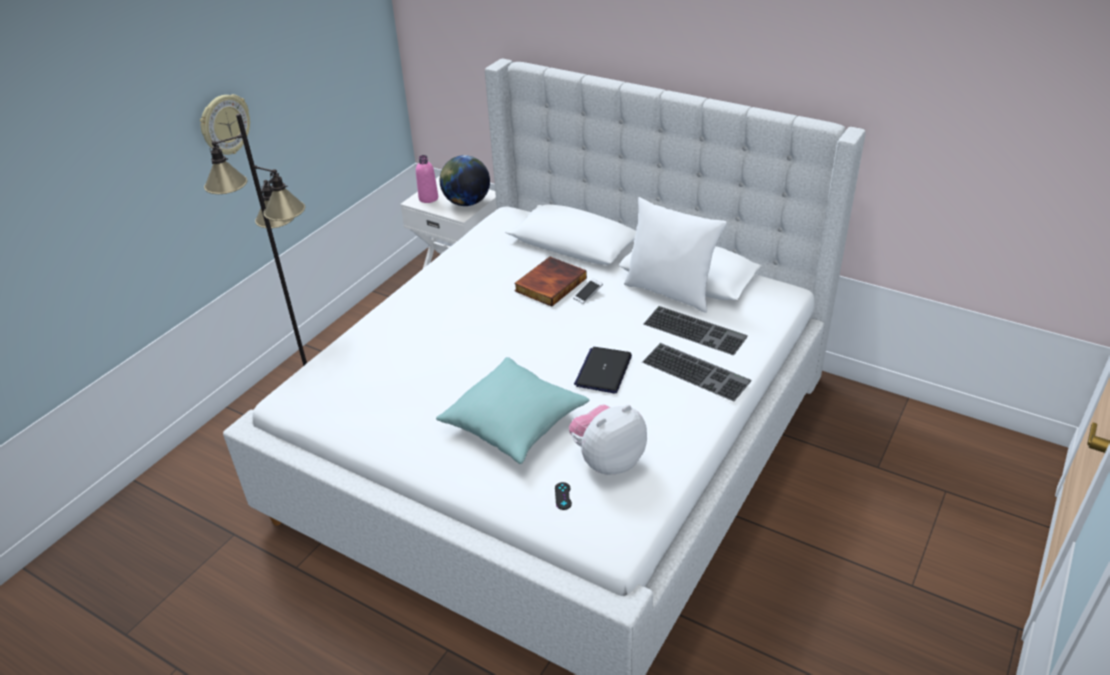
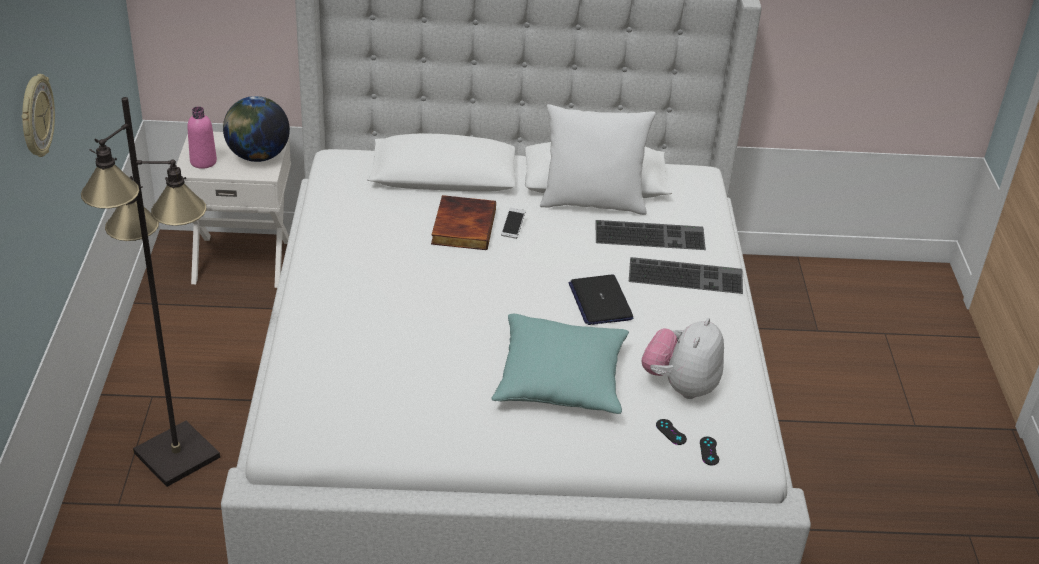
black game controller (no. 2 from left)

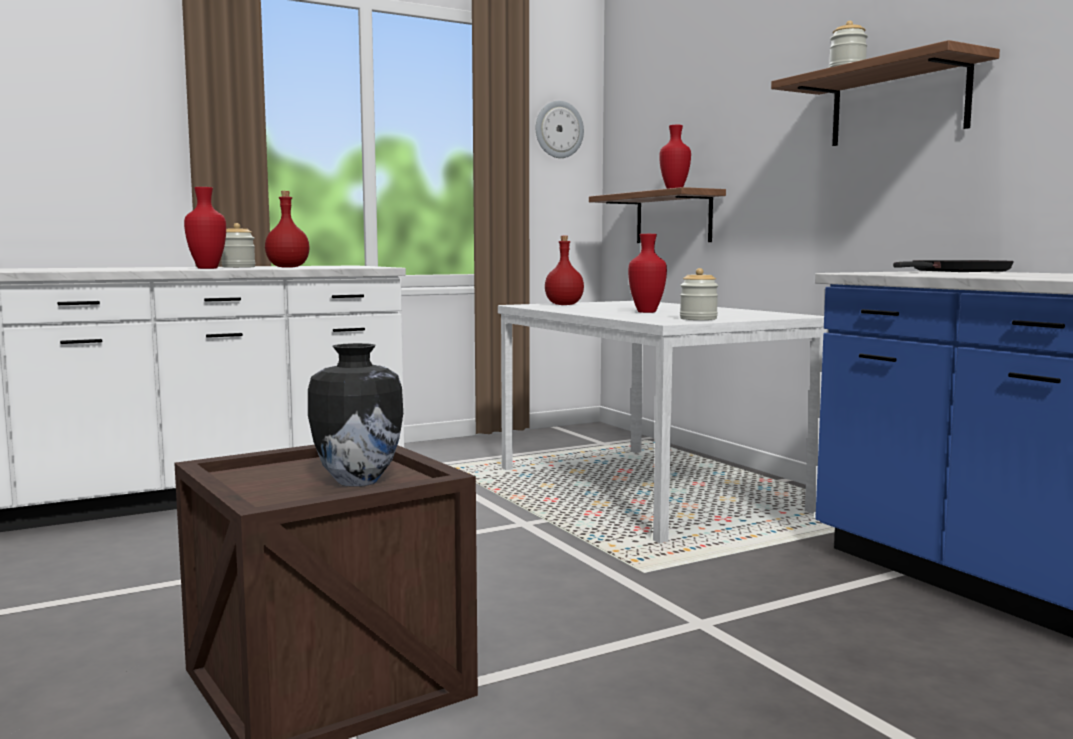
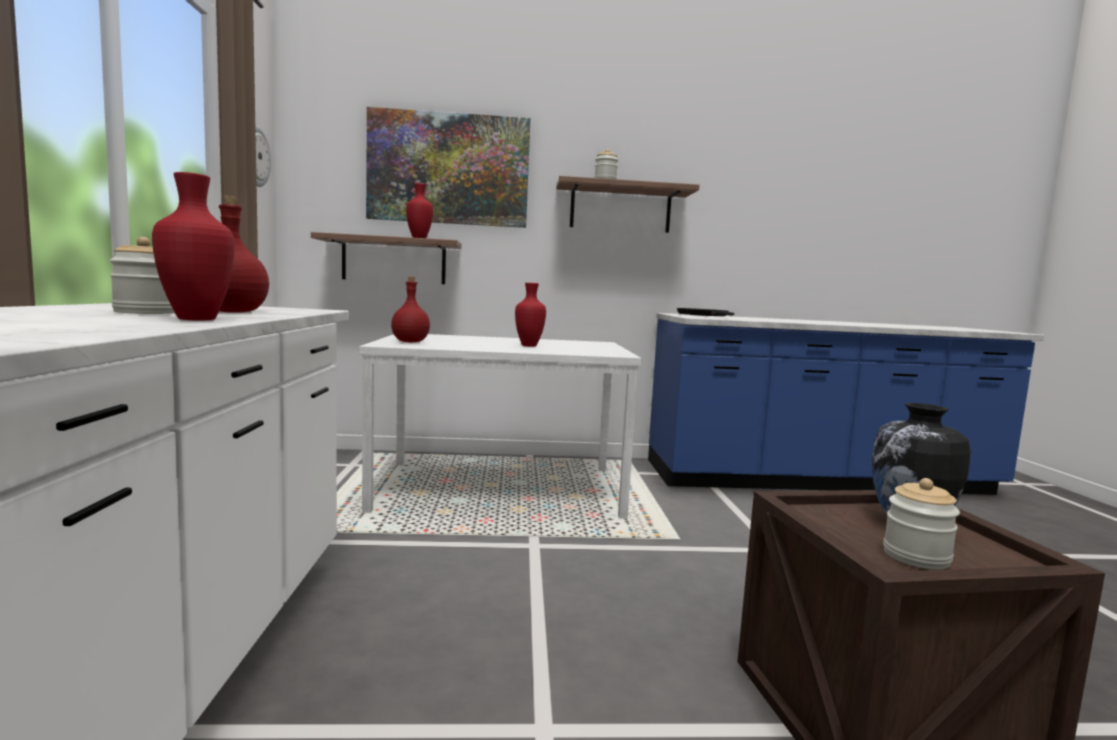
jar (no. 3 from left)
picture

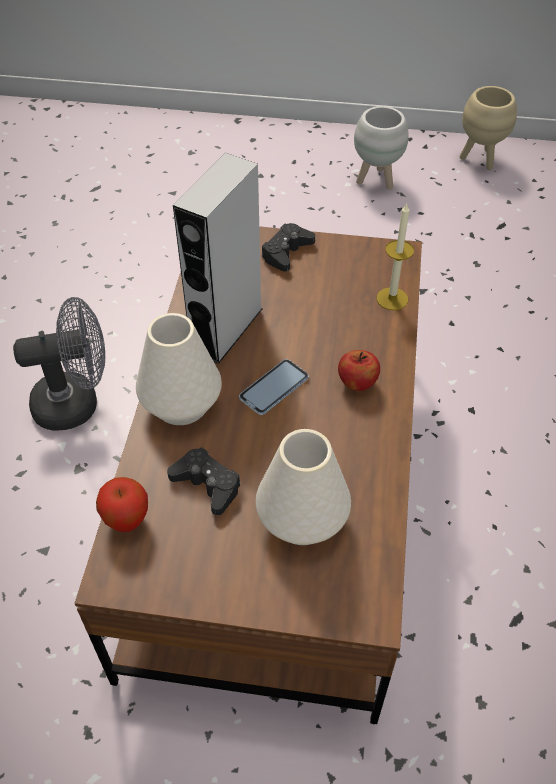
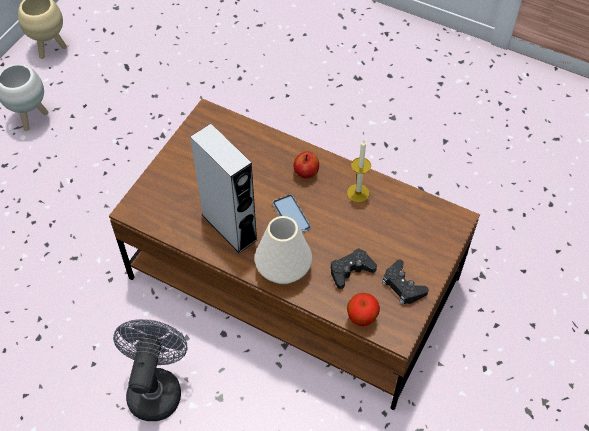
candle
black game controller (no. 2 from left)
white vase (no. 2 from left in the first image)

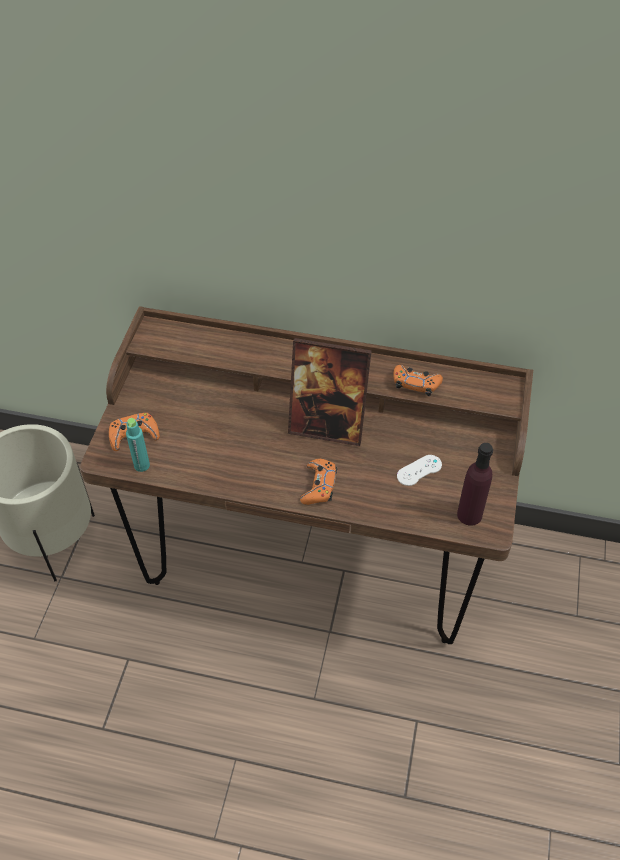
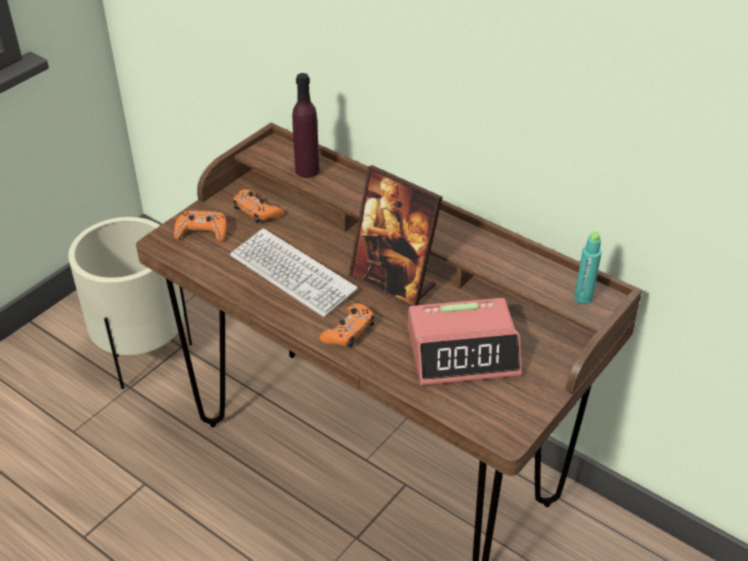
orange game controller (no. 2 from left)
turquoise bottle
purple bottle
alarm clock
keyboard

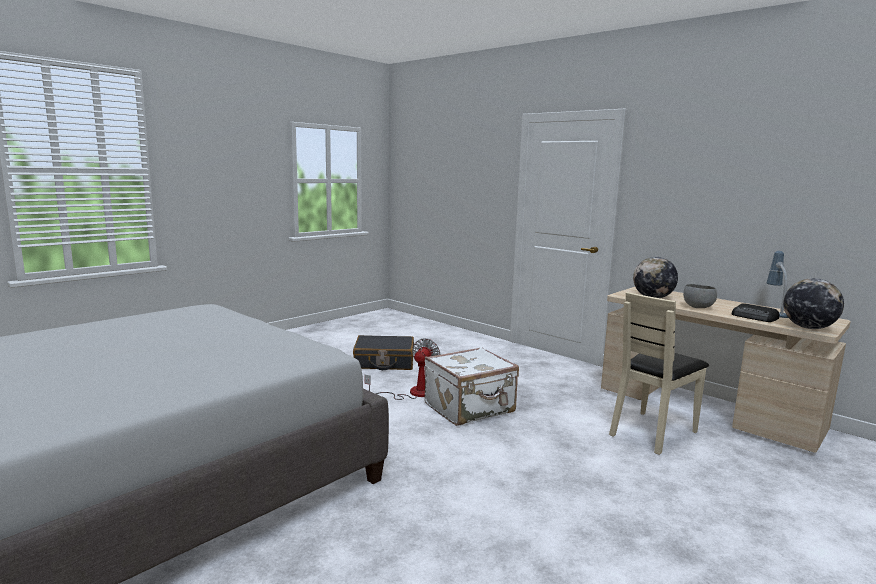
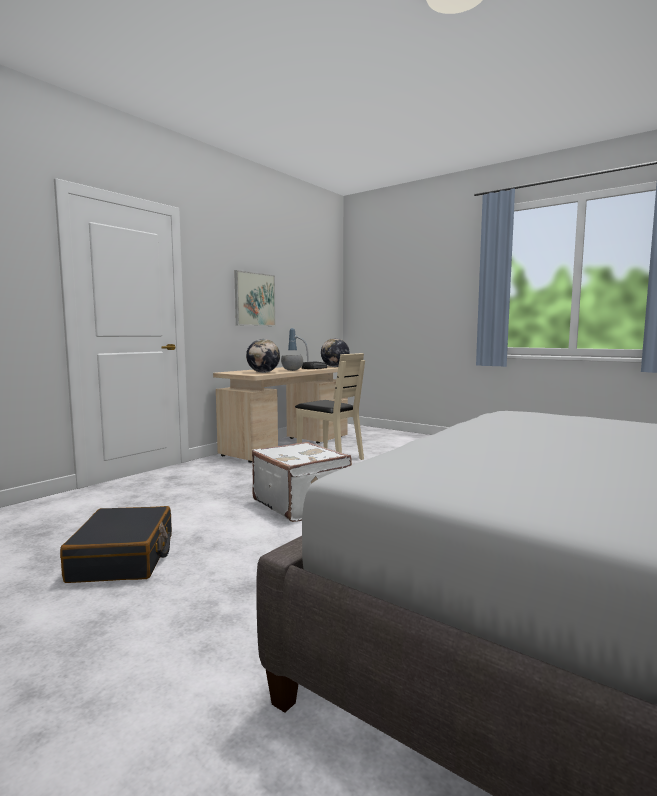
fan
picture

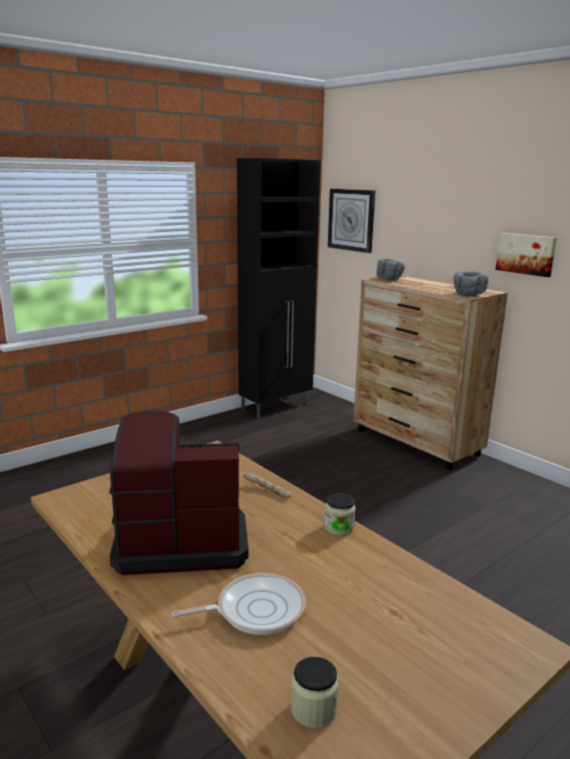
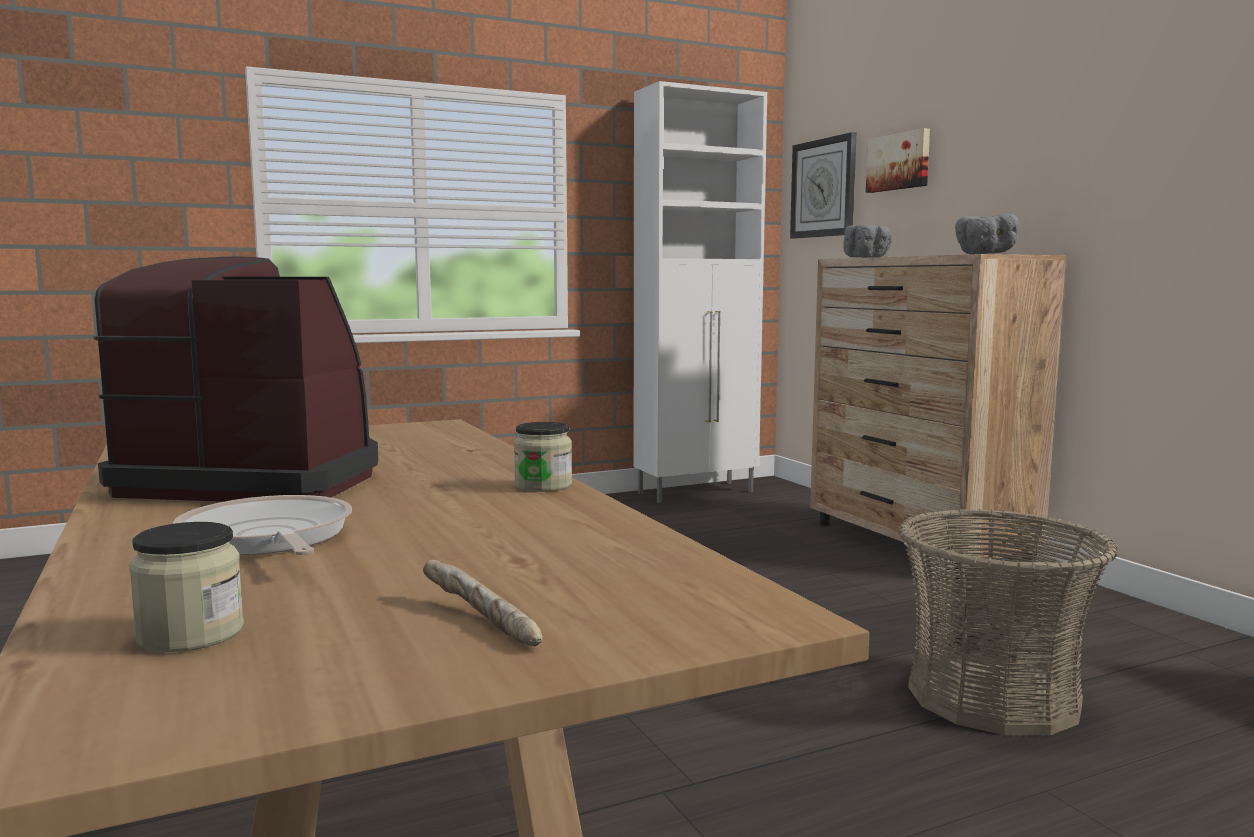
white cabinet
picture
bread
frying pan
basket

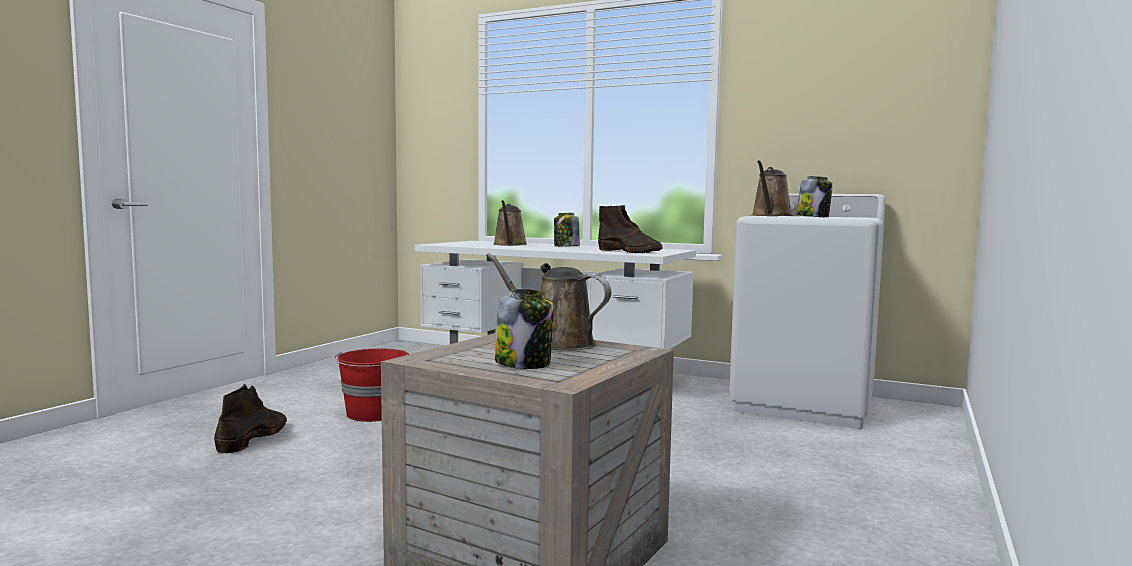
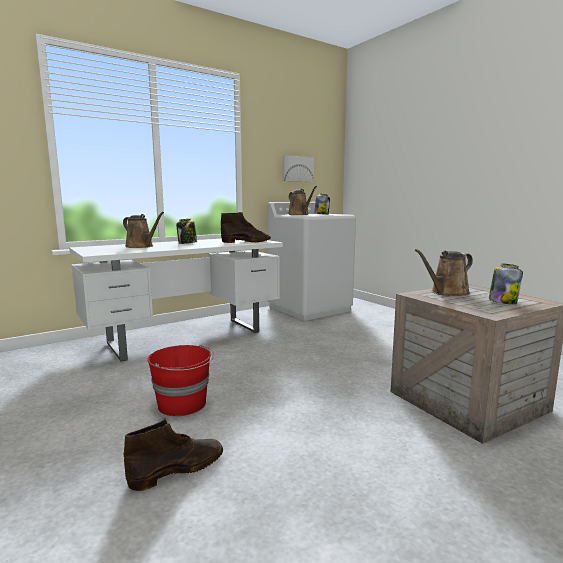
brown boot (no. 1 from left)
picture

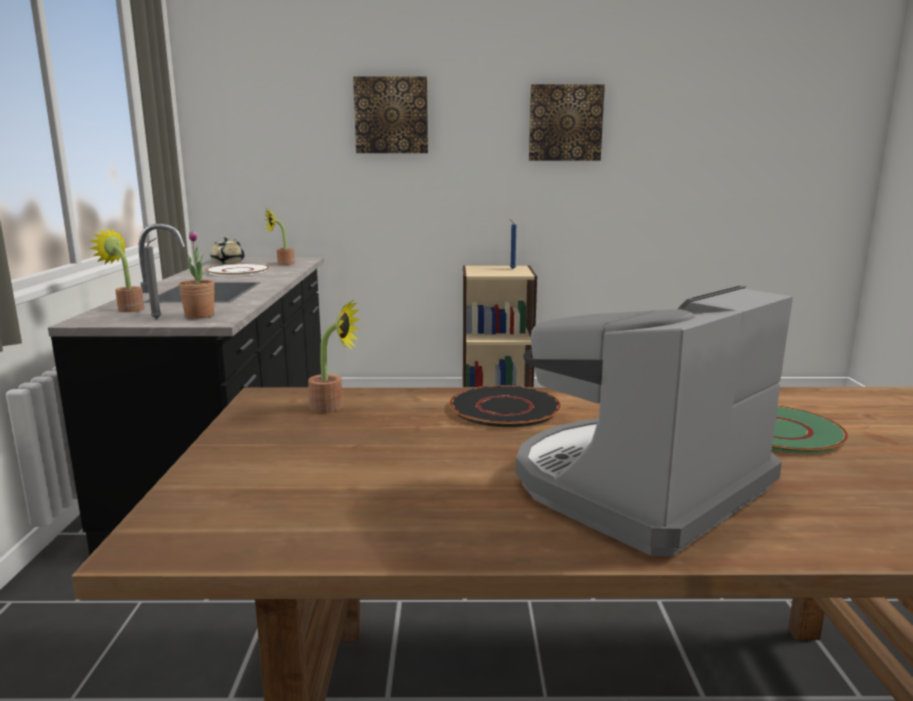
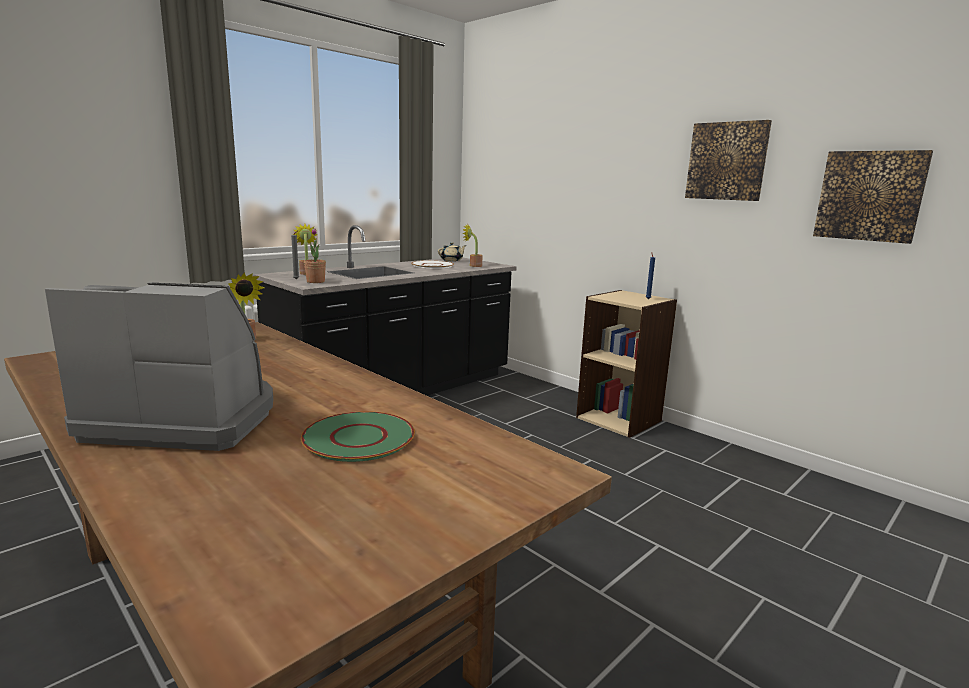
picture (no. 2 from left)
black plate

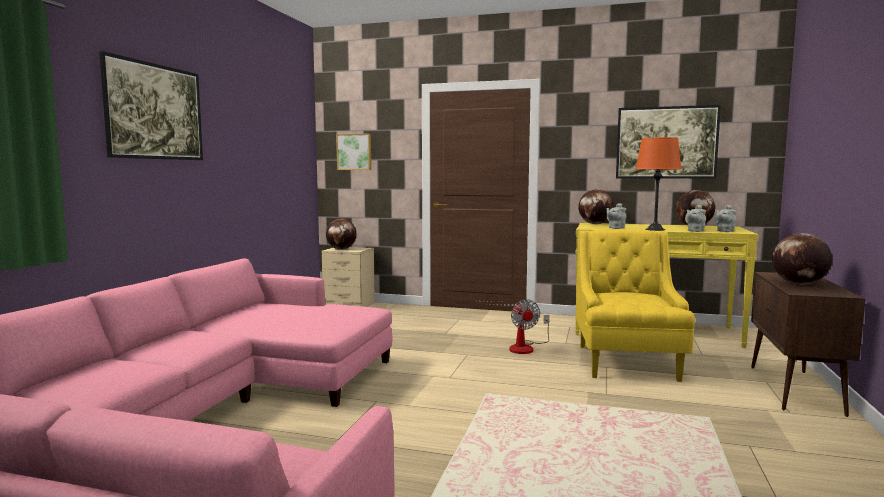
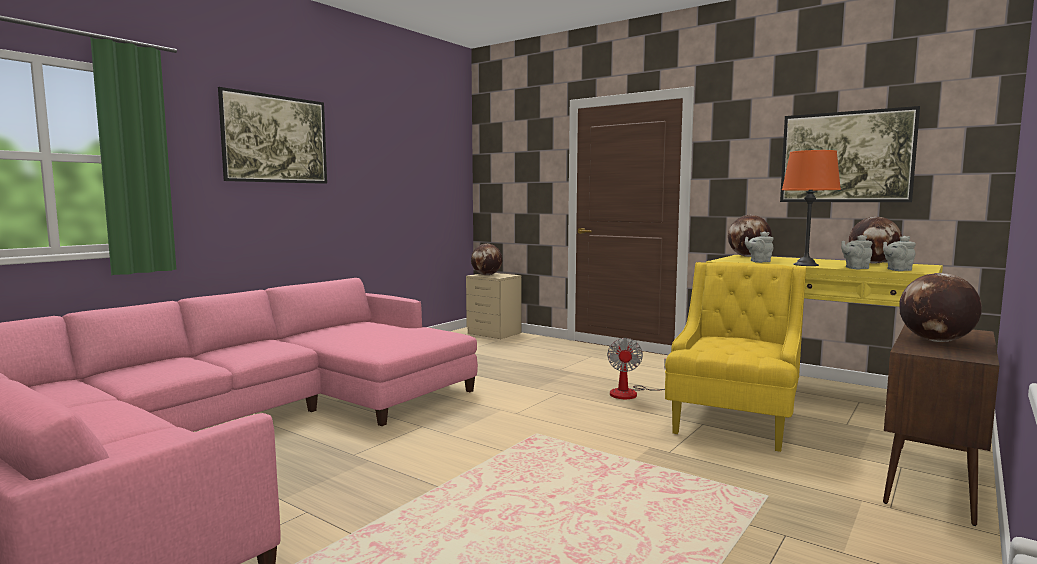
picture (no. 2 from left in the first image)

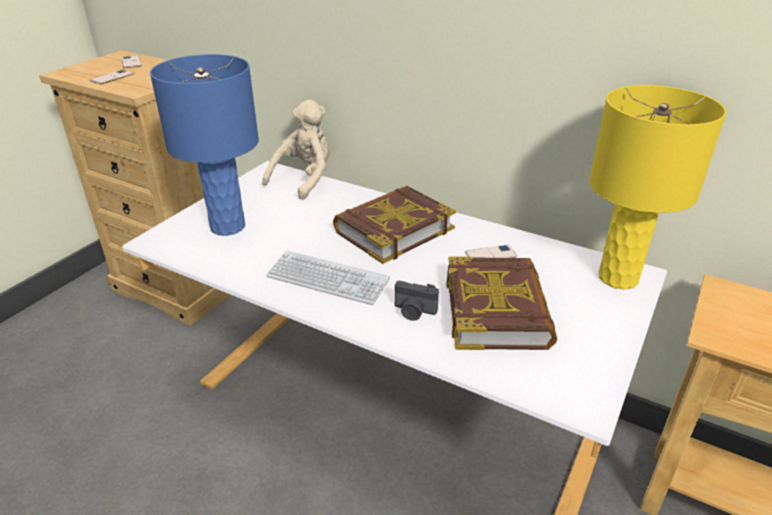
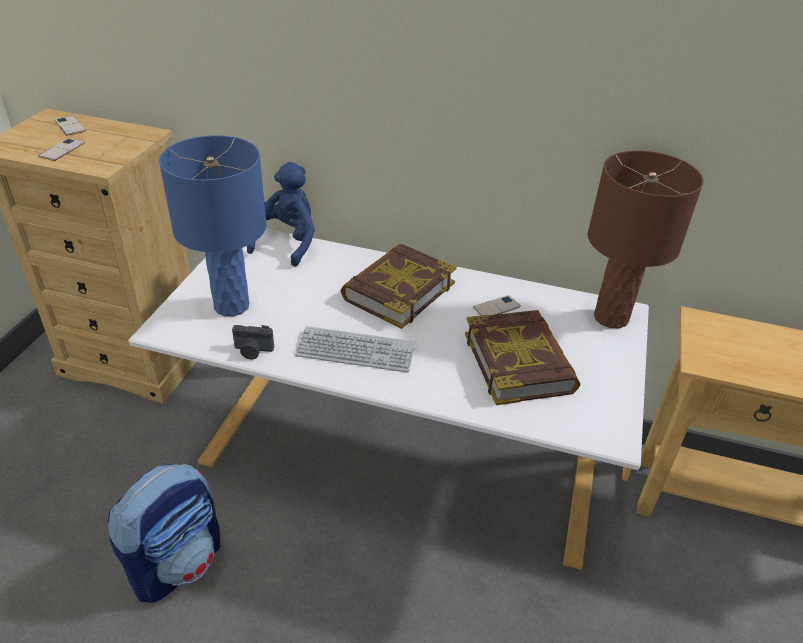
brown table lamp
blue plush toy
photo camera
backpack

